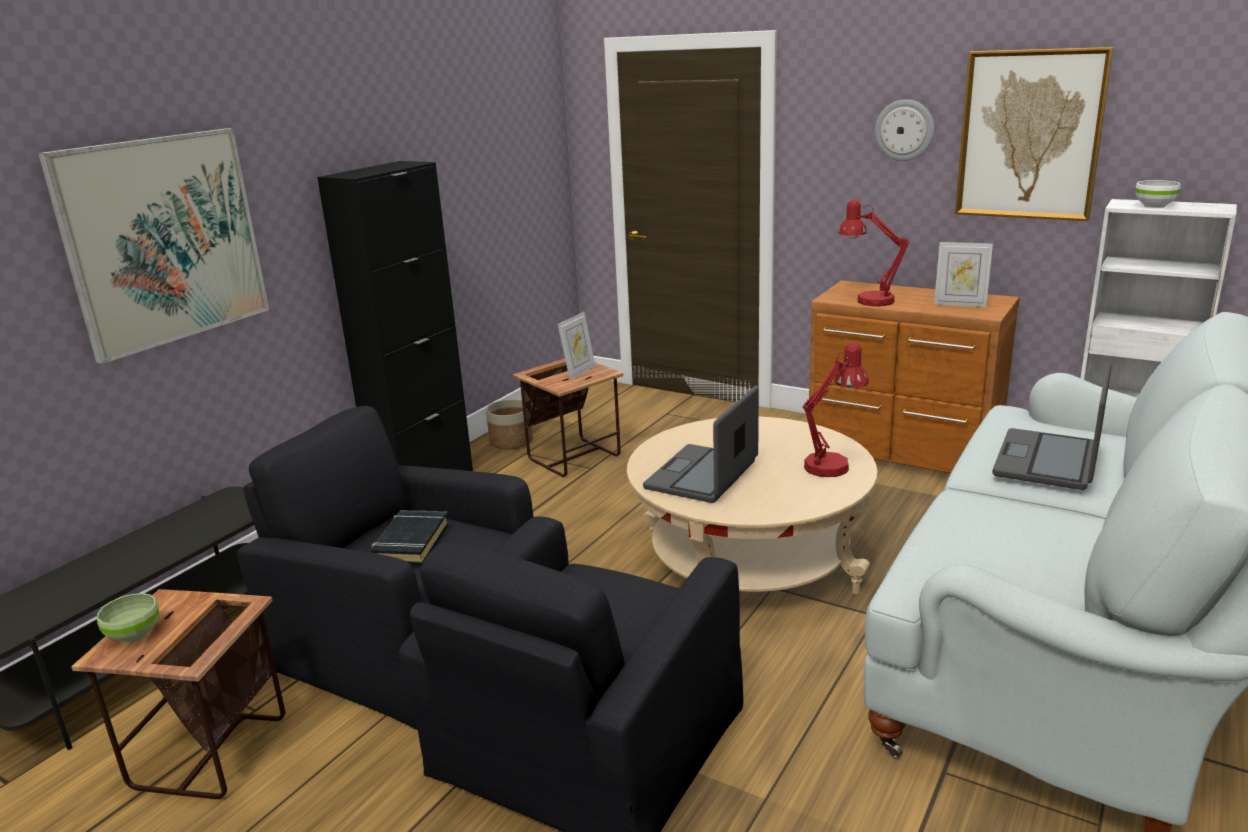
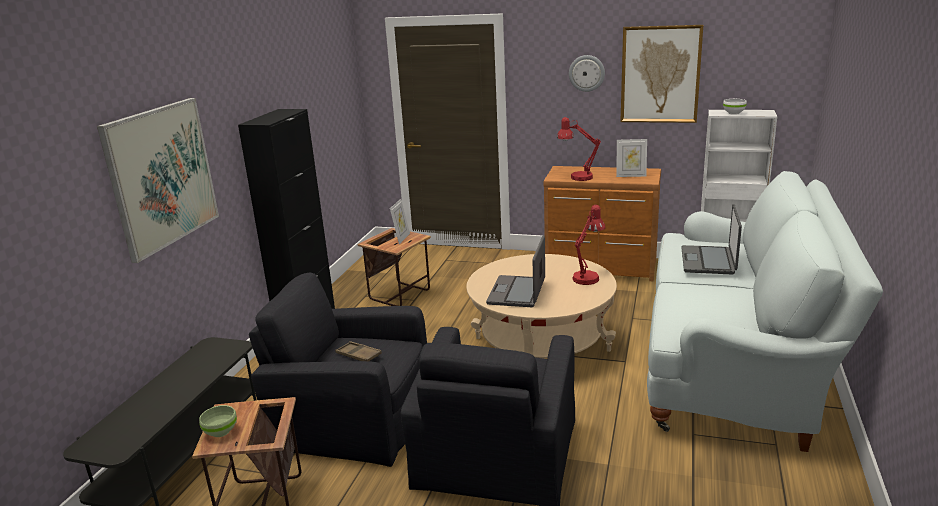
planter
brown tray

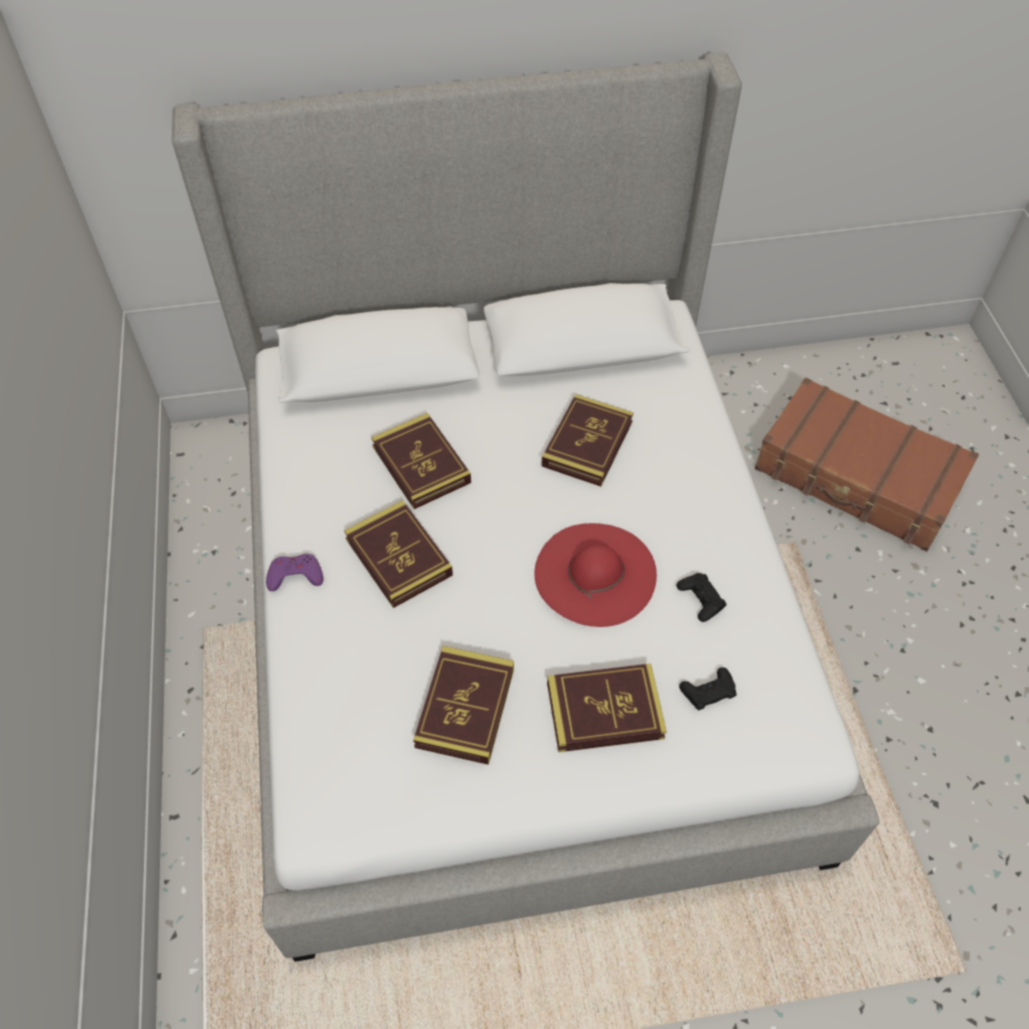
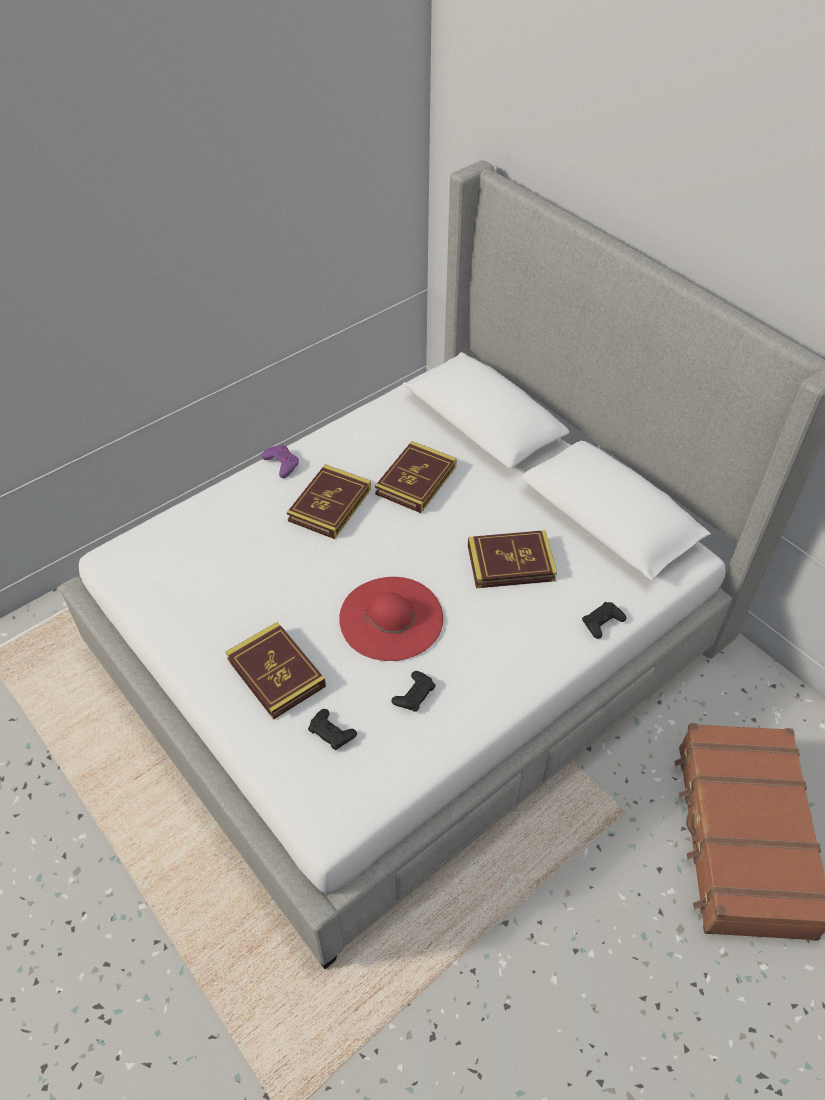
book (no. 3 from left in the first image)
black game controller (no. 3 from left)

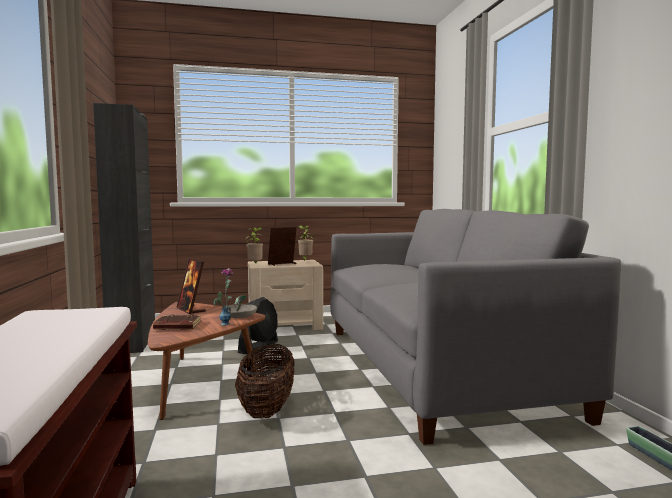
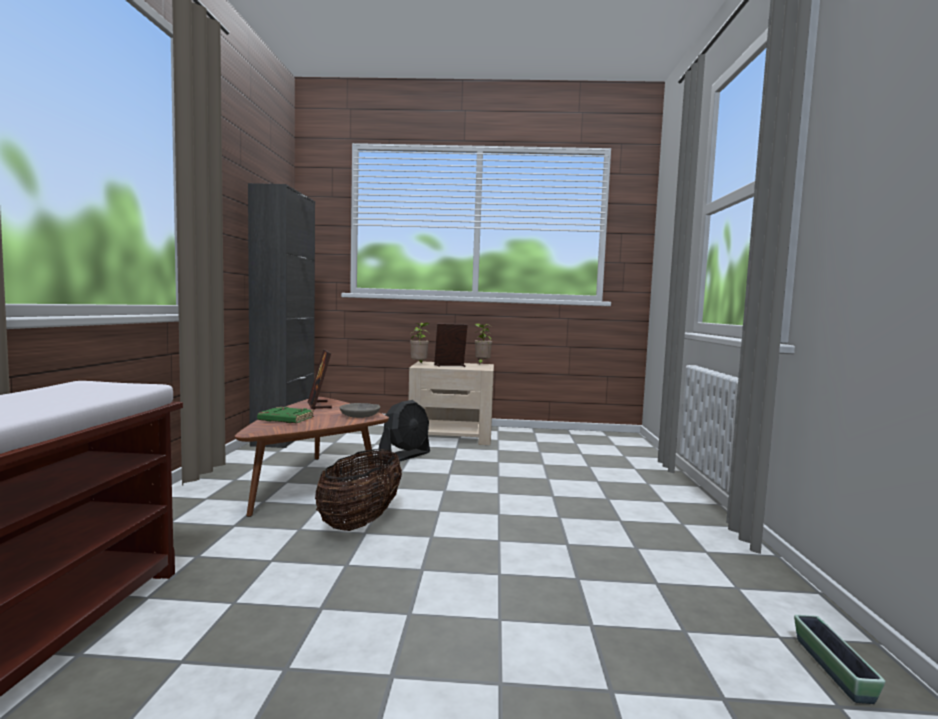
grey sofa
vase
green book

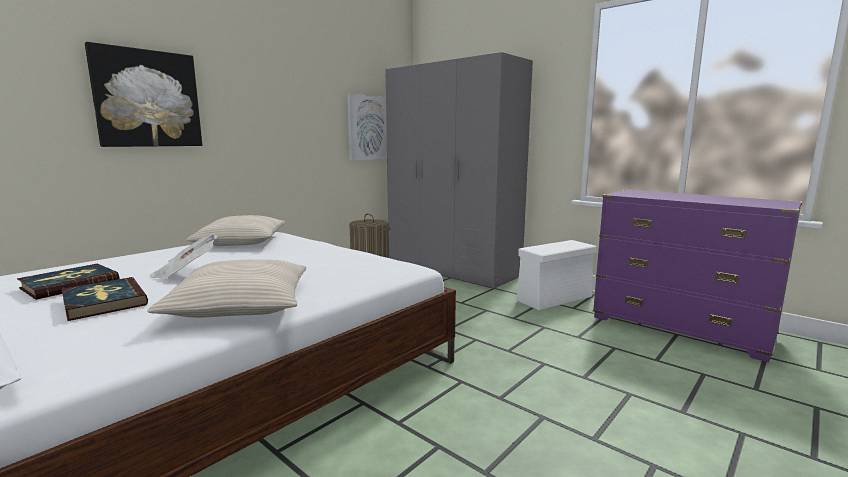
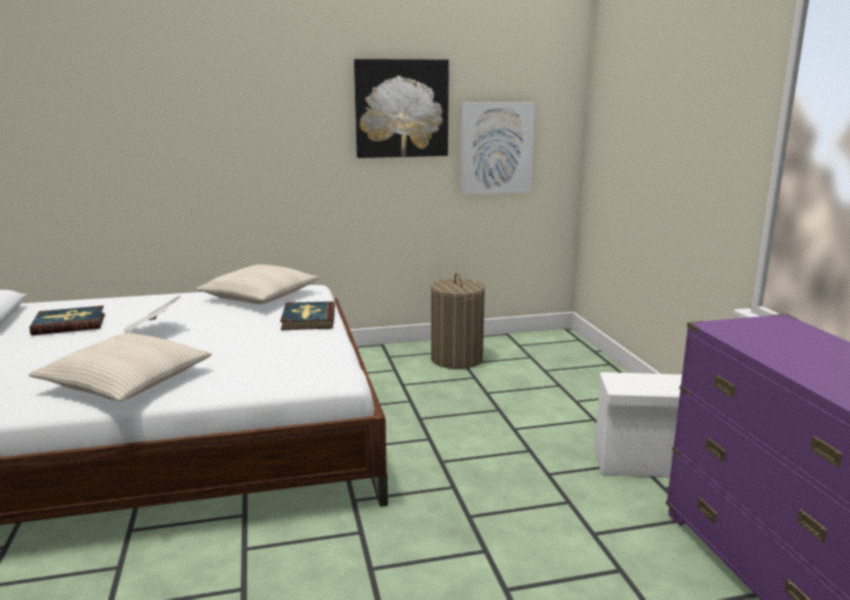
picture (no. 1 from left)
grey wardrobe
book (no. 2 from left)

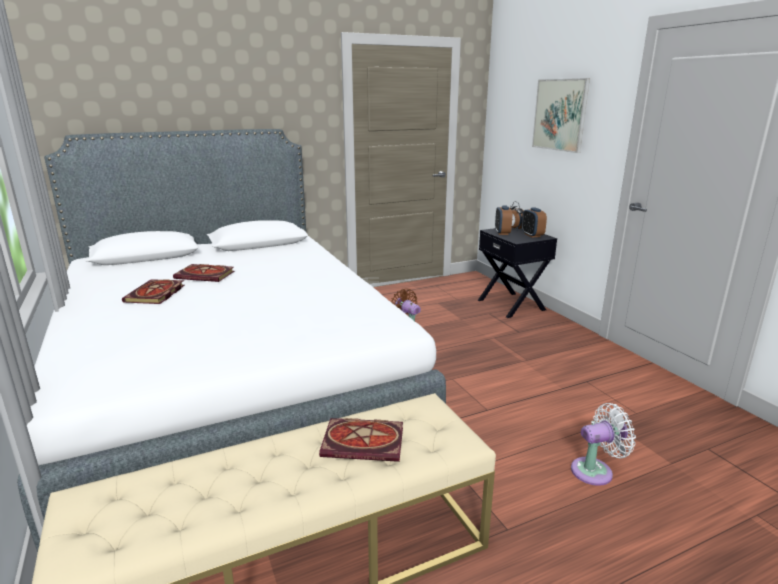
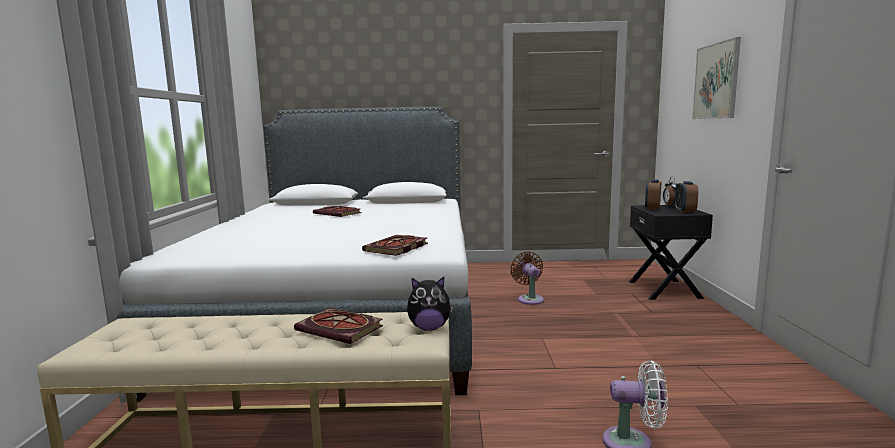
book (no. 3 from left)
plush toy

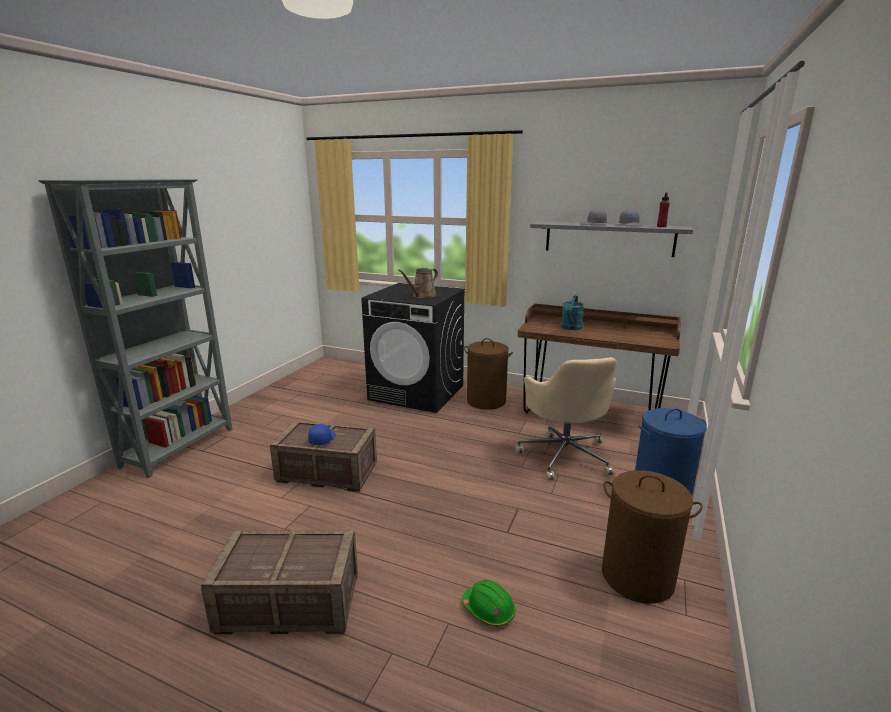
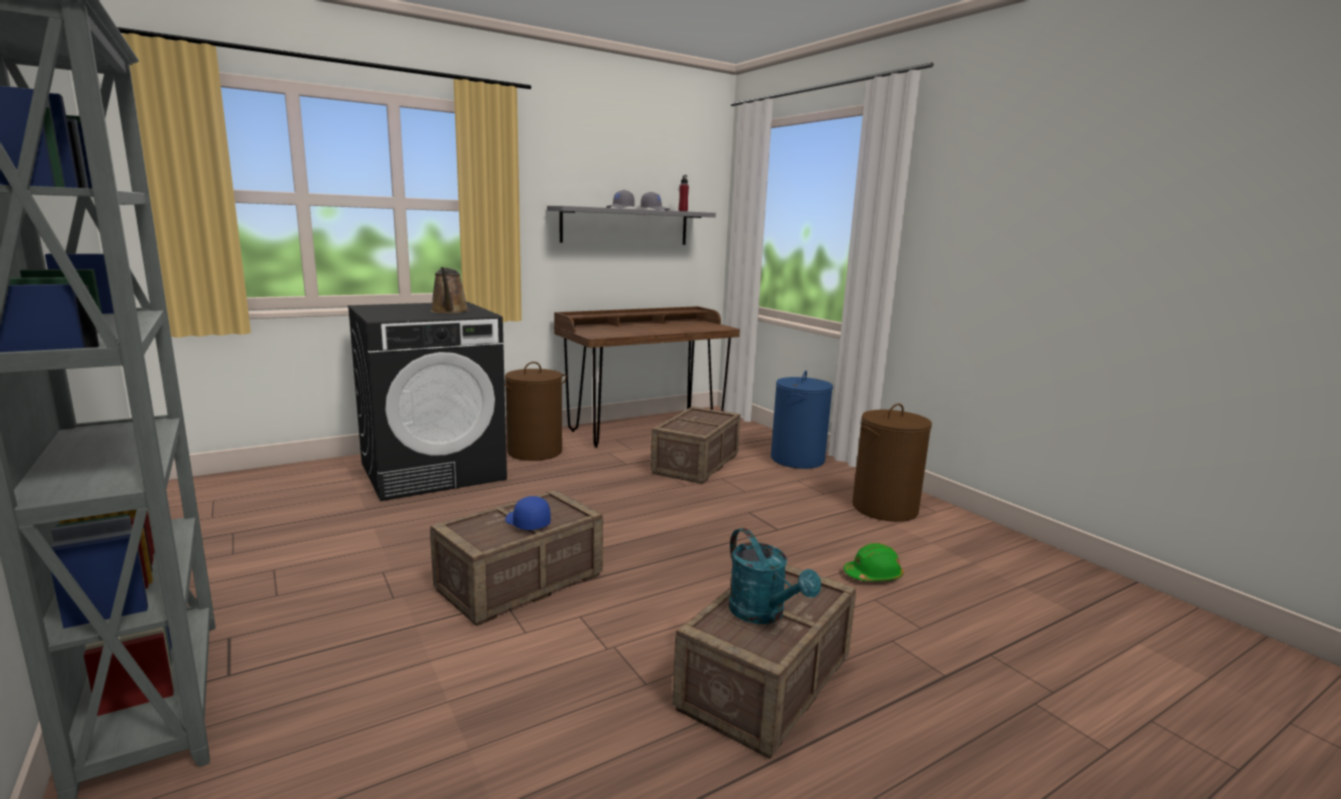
turquoise watering can
crate (no. 2 from left)

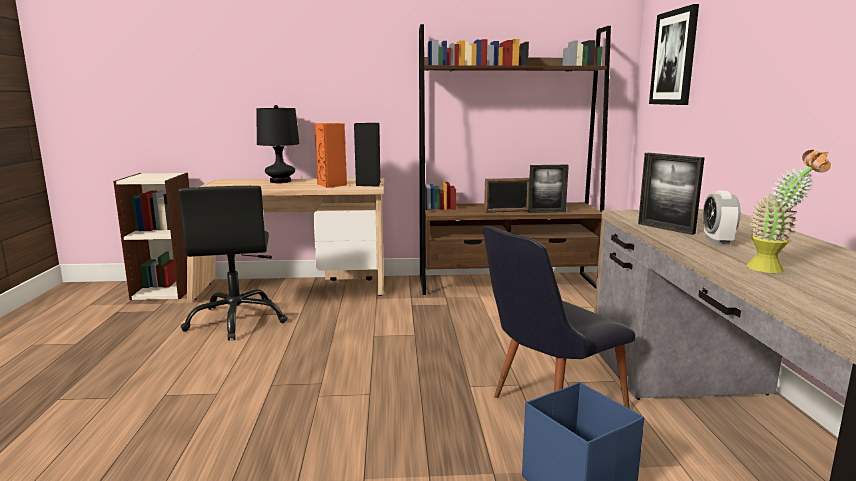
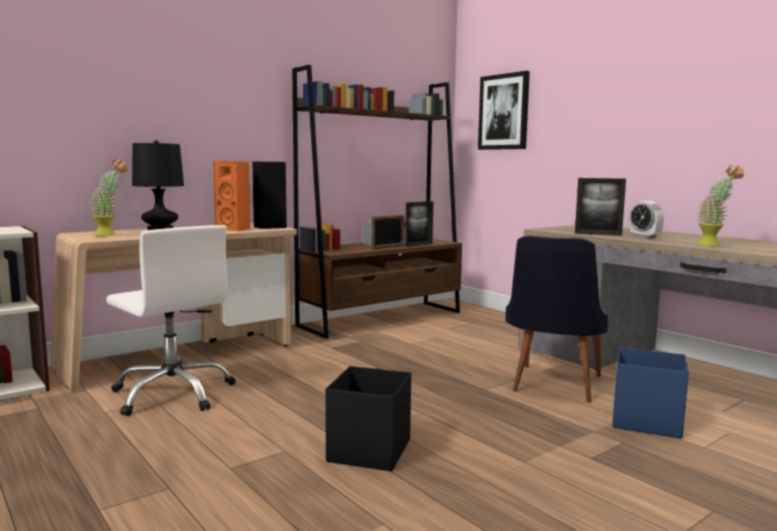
white office chair
potted plant (no. 1 from left)
black storage box

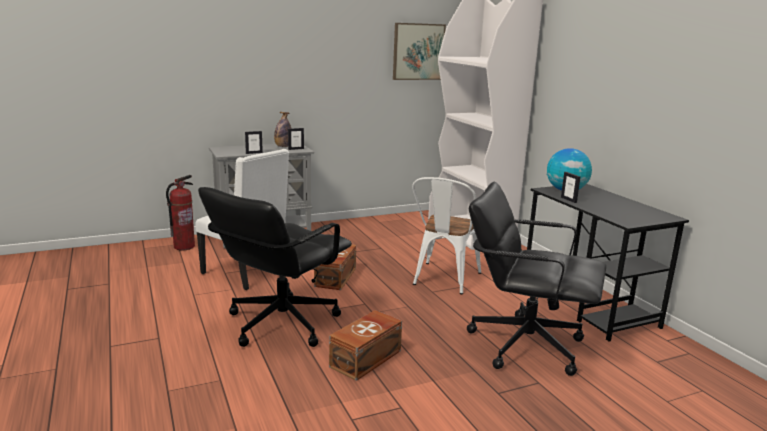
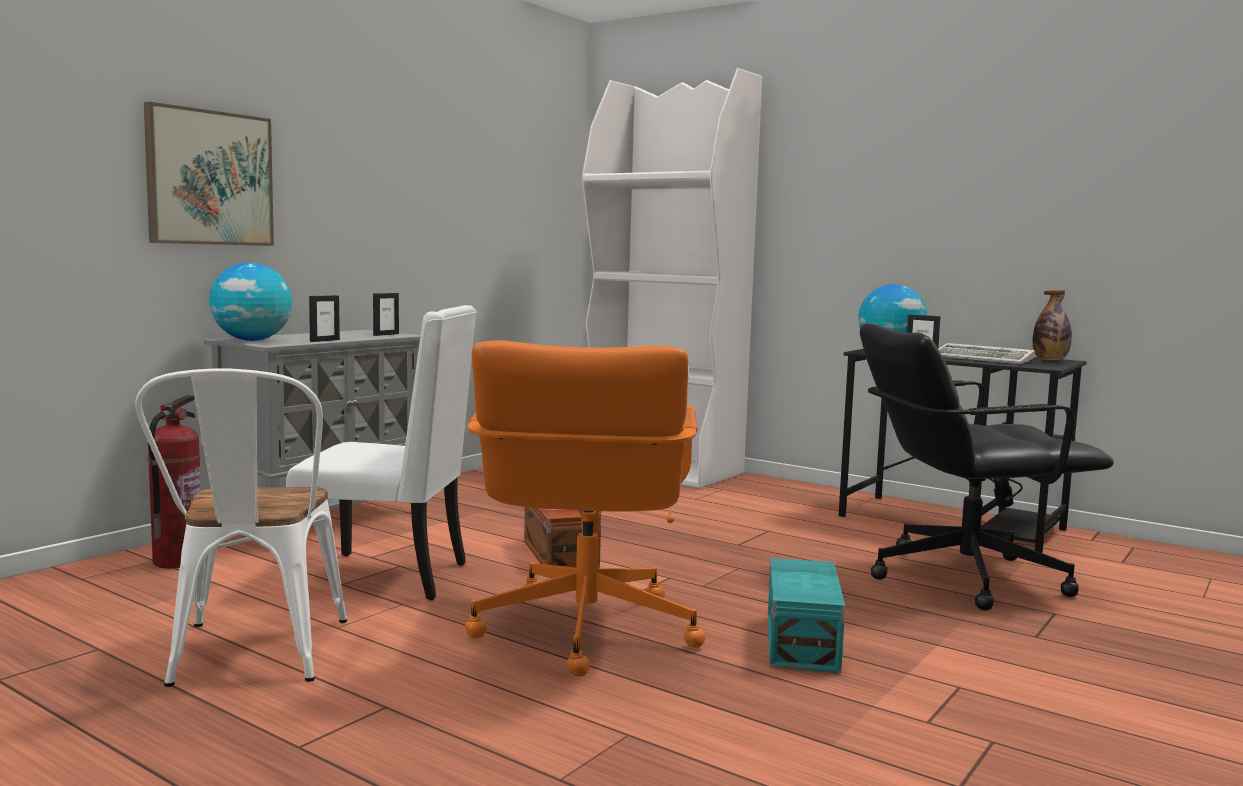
picture
bottle
white chair (no. 1 from left)
orange office chair
turquoise storage box
globe (no. 1 from left)
keyboard

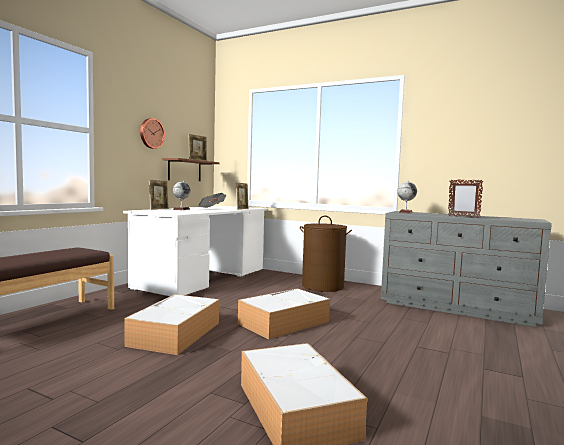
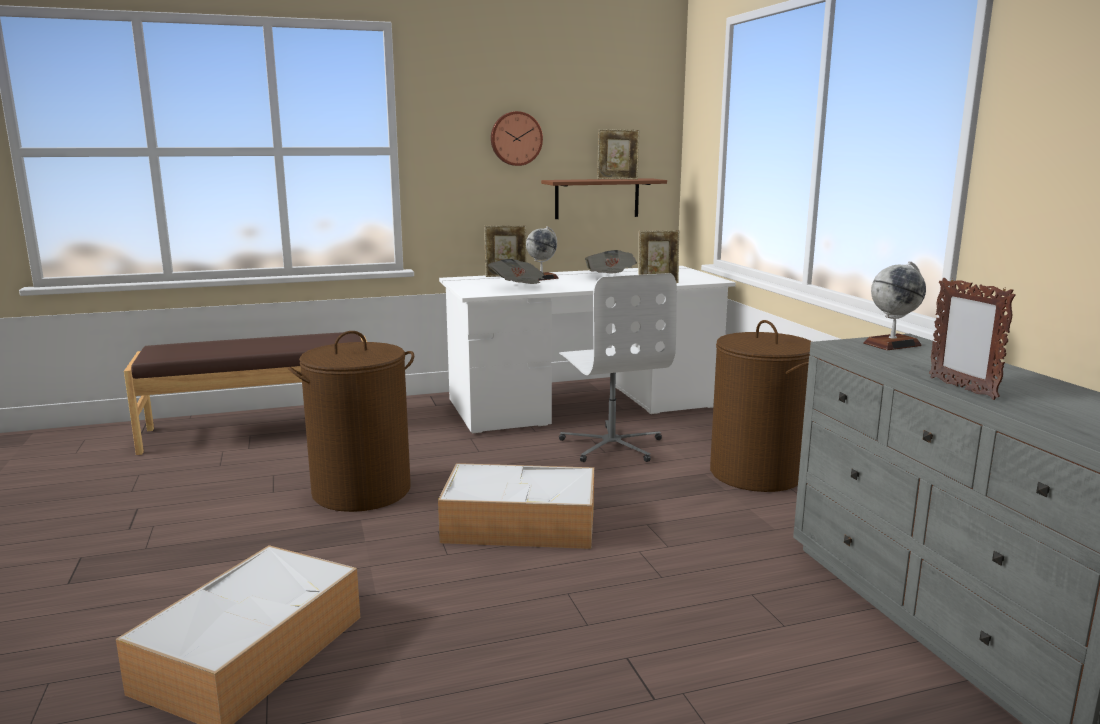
brown laundry basket (no. 1 from left)
newspaper (no. 1 from left)
white office chair

